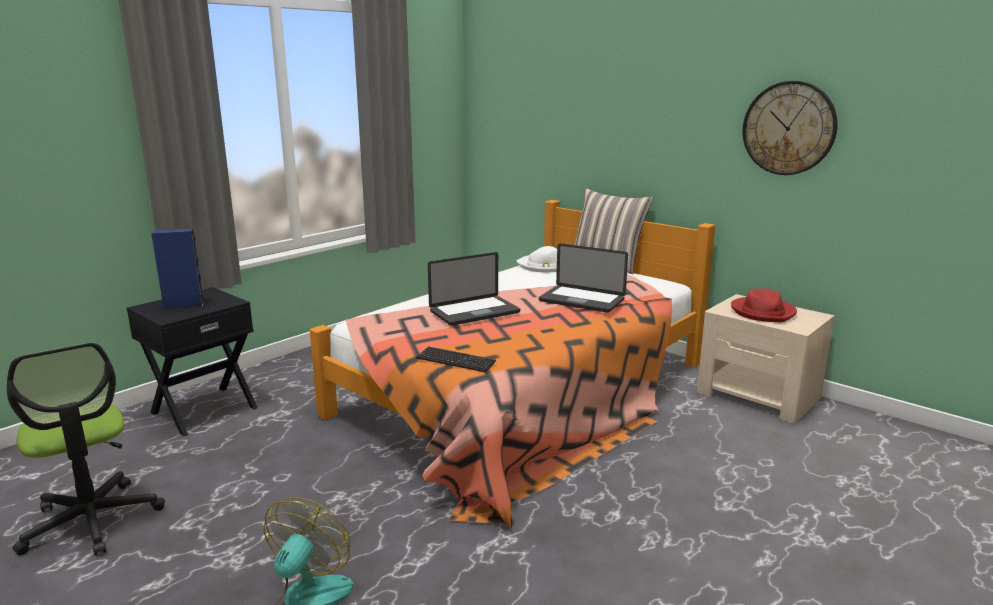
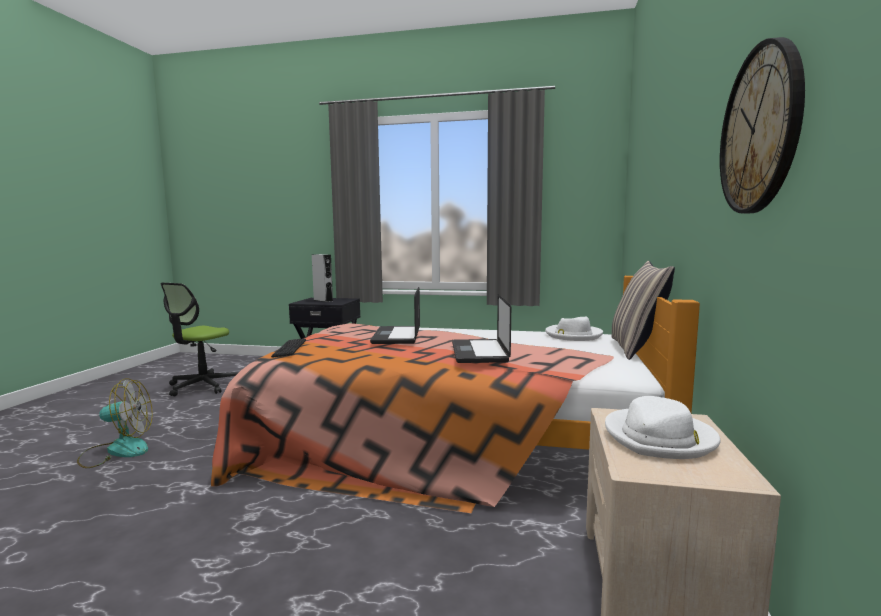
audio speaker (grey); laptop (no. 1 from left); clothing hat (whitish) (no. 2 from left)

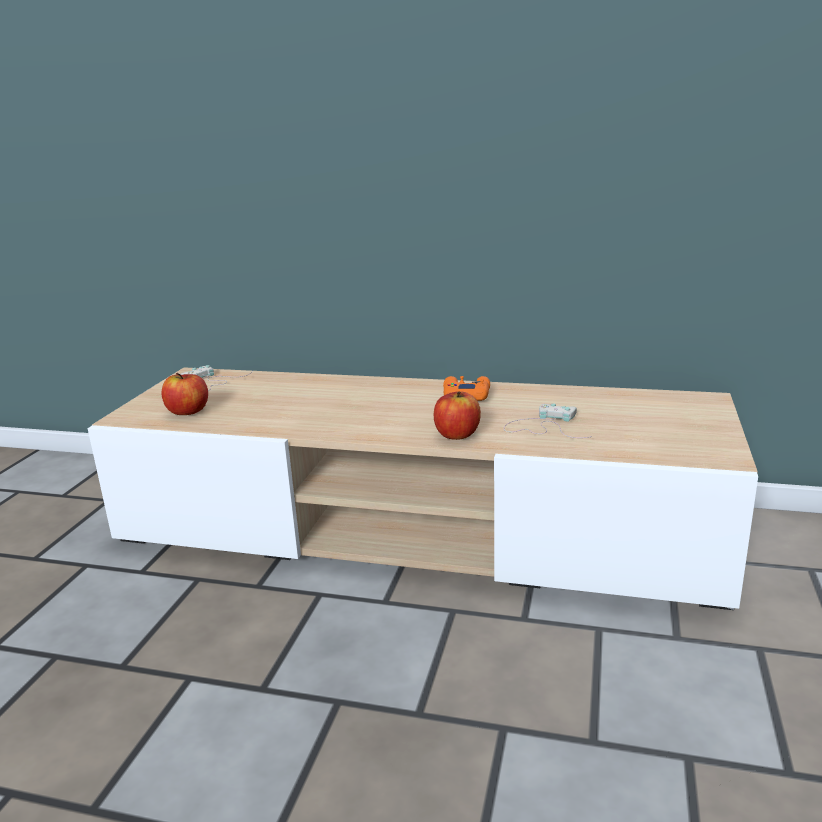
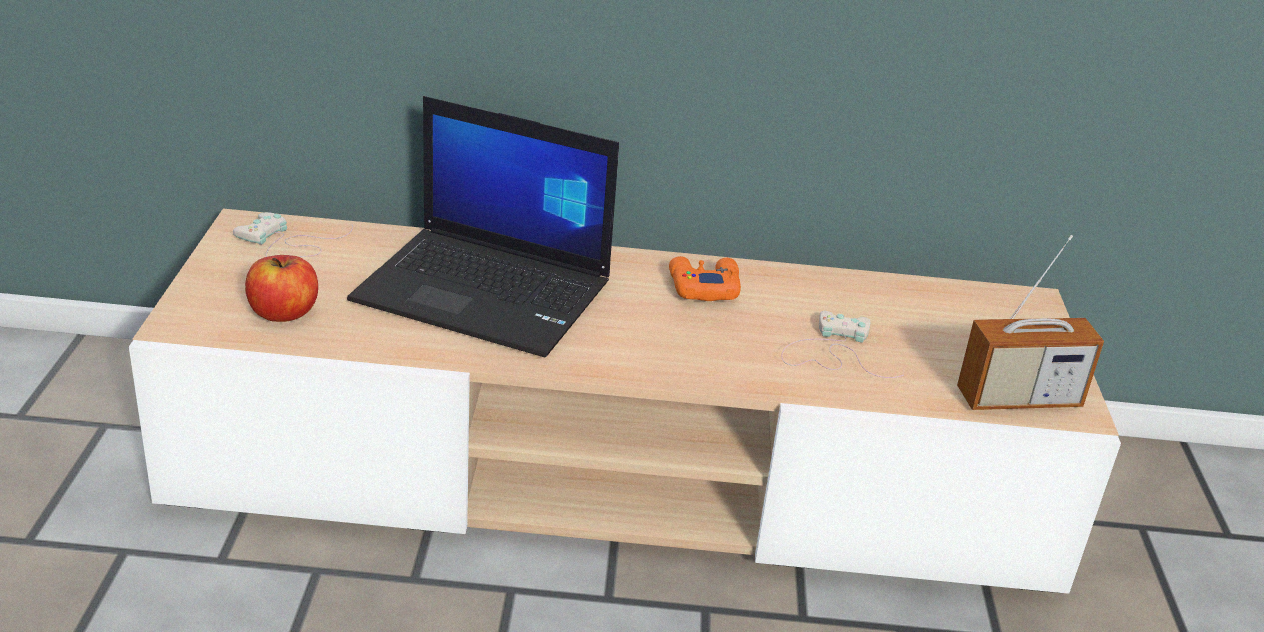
apple (no. 2 from left in the first image); laptop; radio receiver

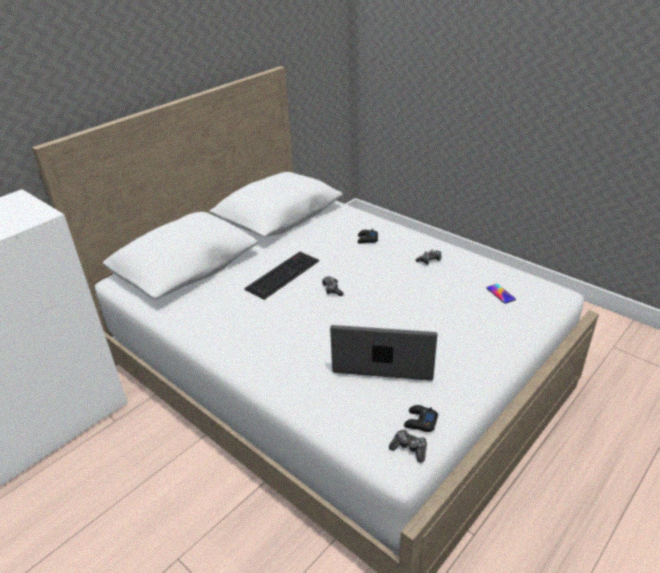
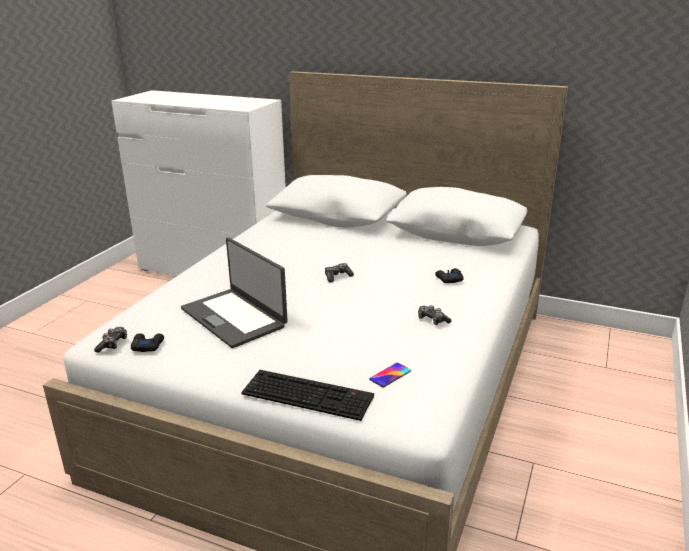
PC keyboard; laptop

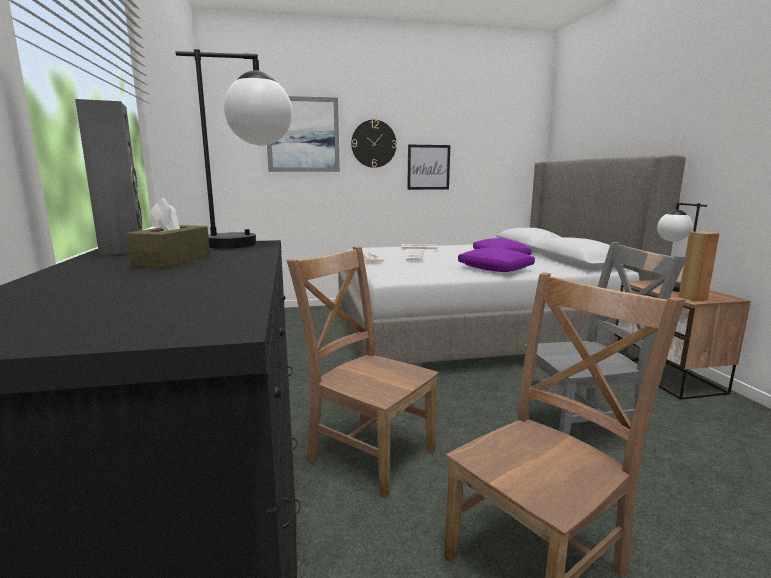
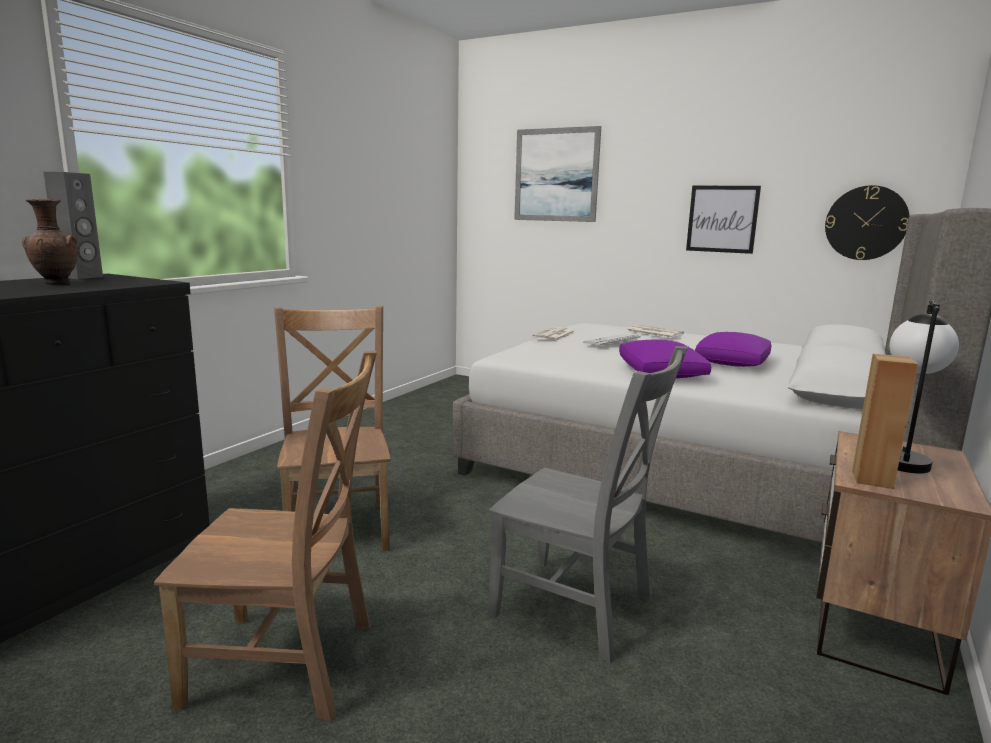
tabletop lamp (no. 1 from left in the first image); hanging clock; vase (brownish)

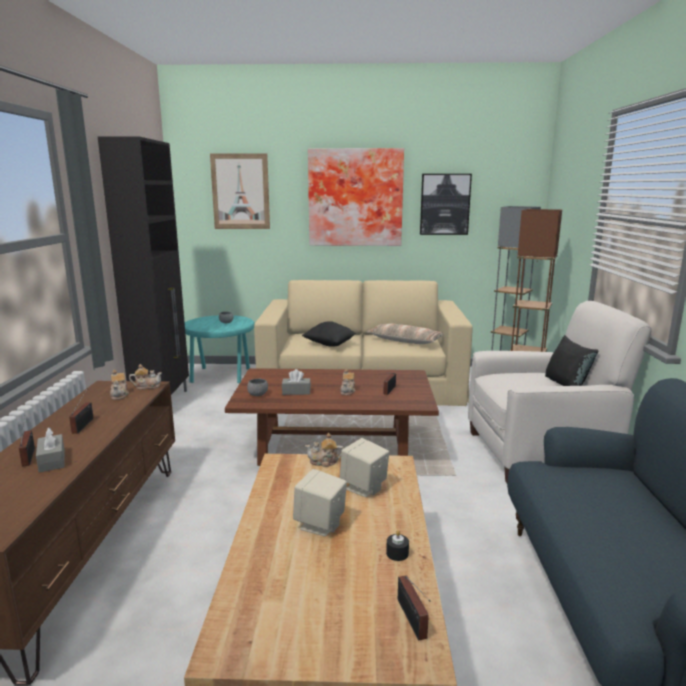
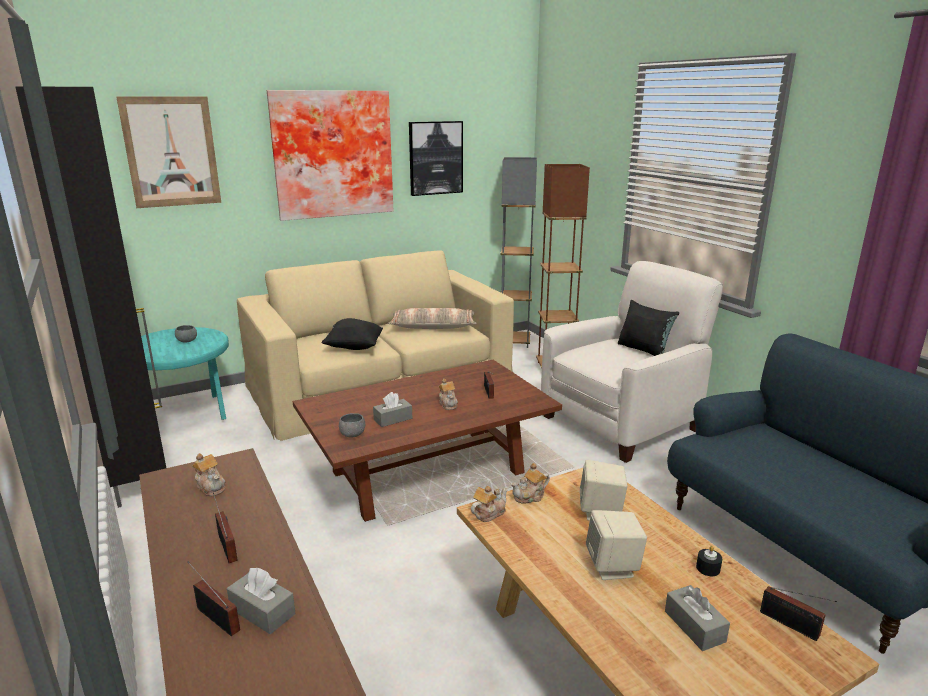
teapot (no. 3 from left); box of tissues (grey) (no. 3 from left)

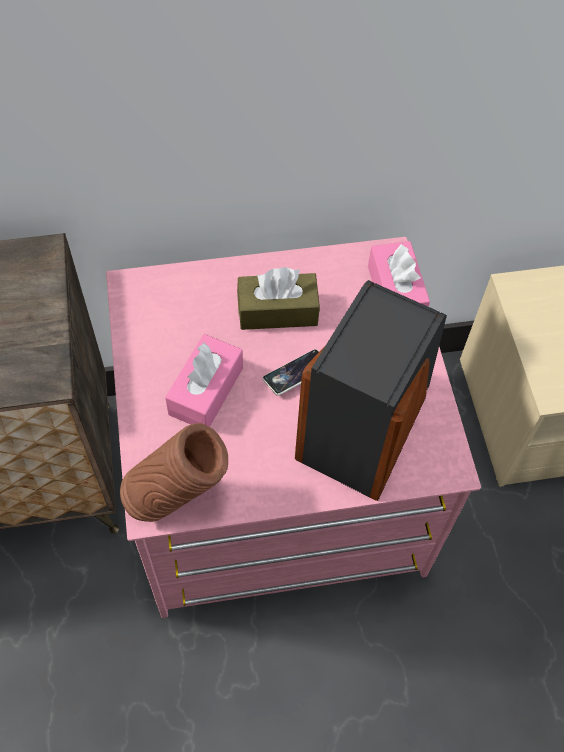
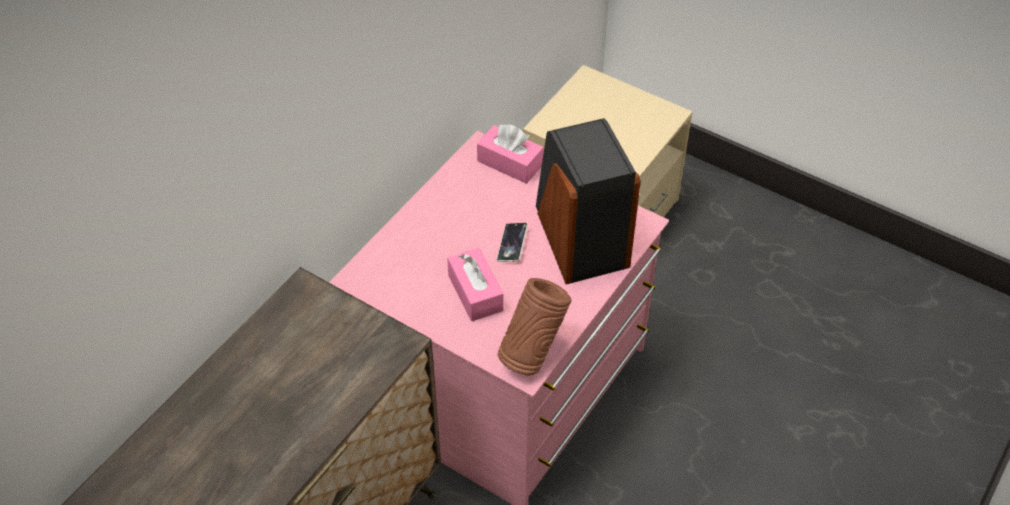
box of tissues (brownish)

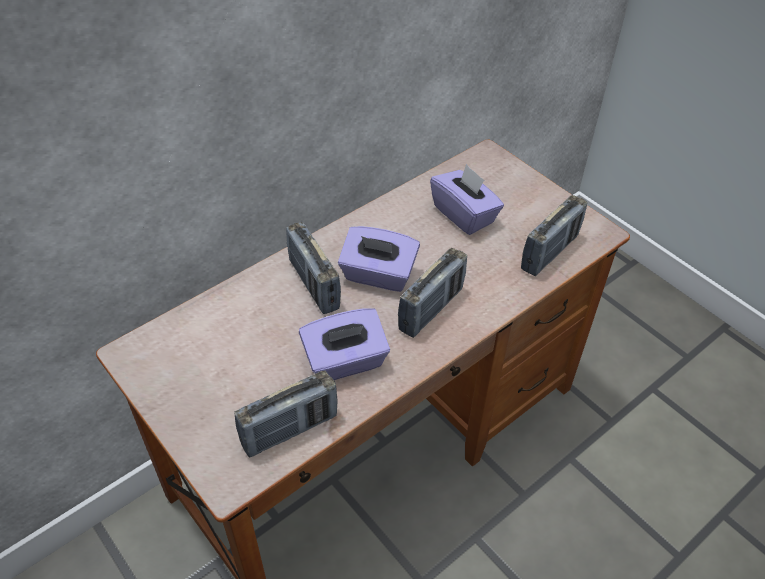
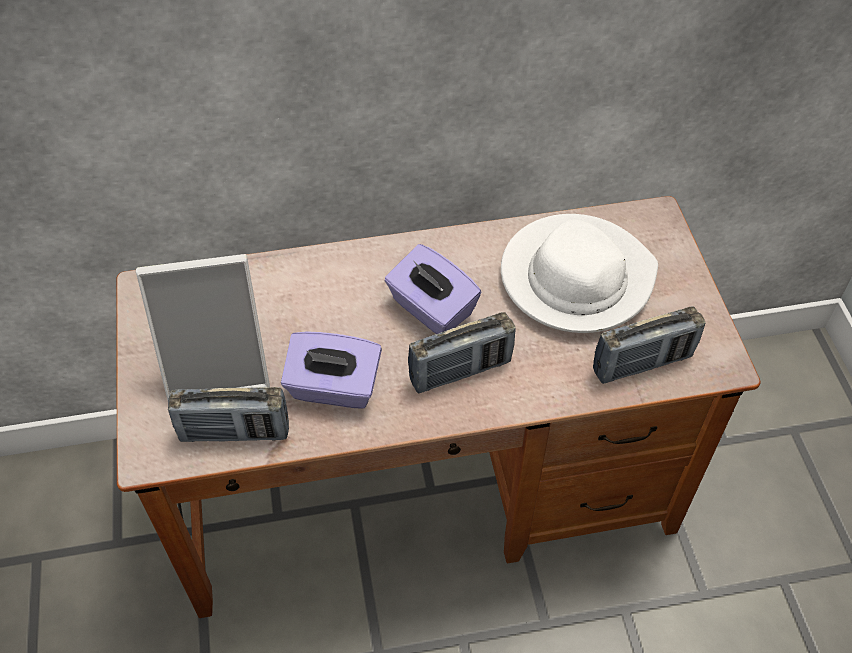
clothing hat (whitish); radio receiver (no. 2 from left in the first image); picture frame

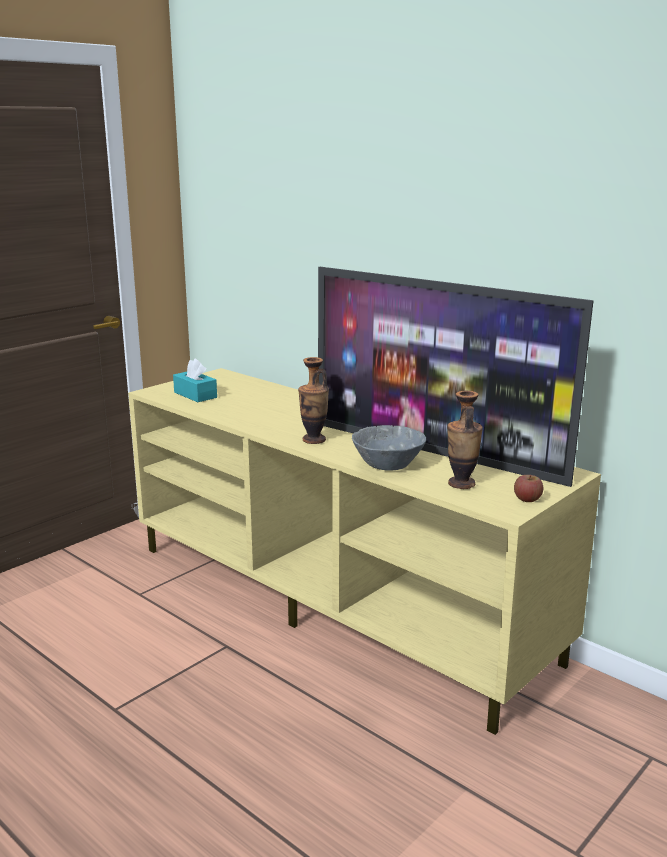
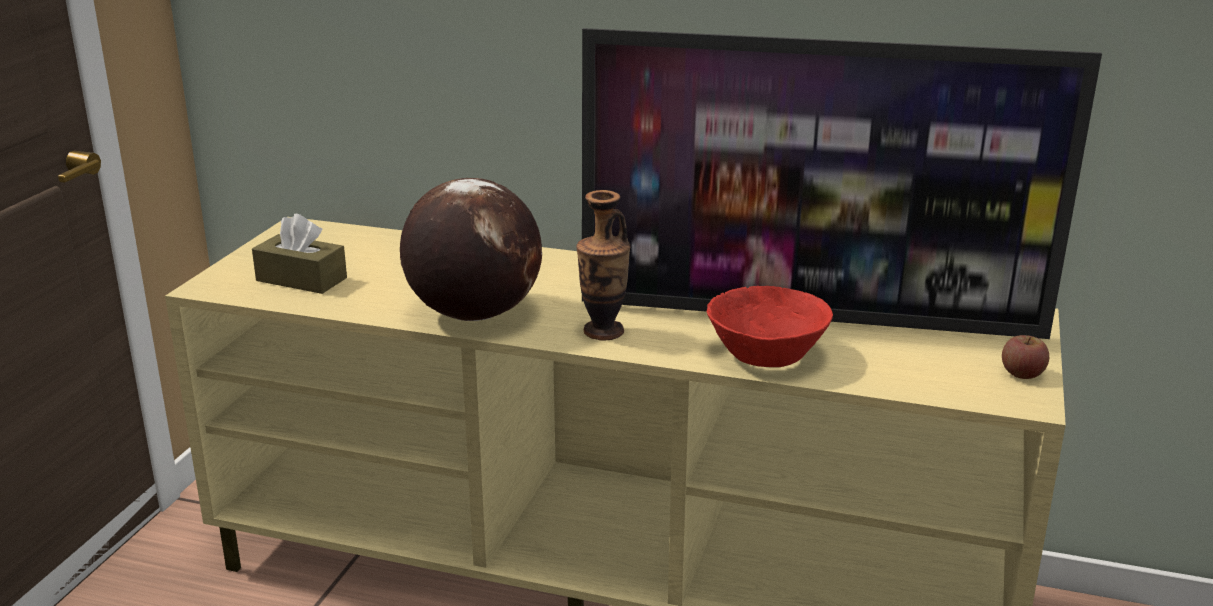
box of tissues (brownish); vase (no. 2 from left in the first image); deep dish (red); world globe

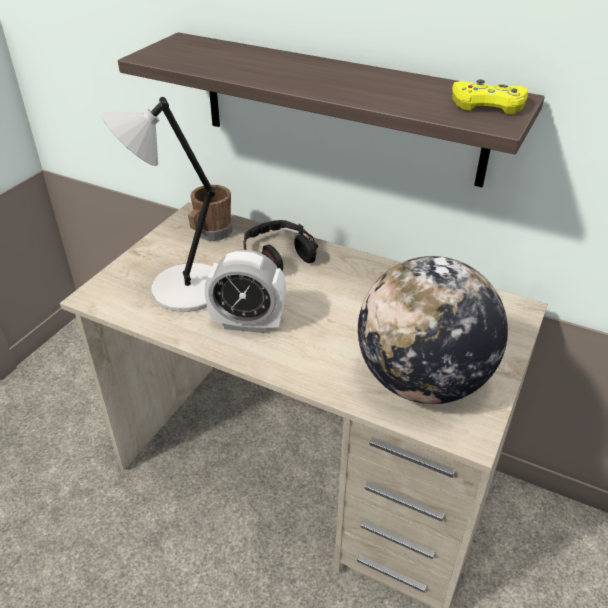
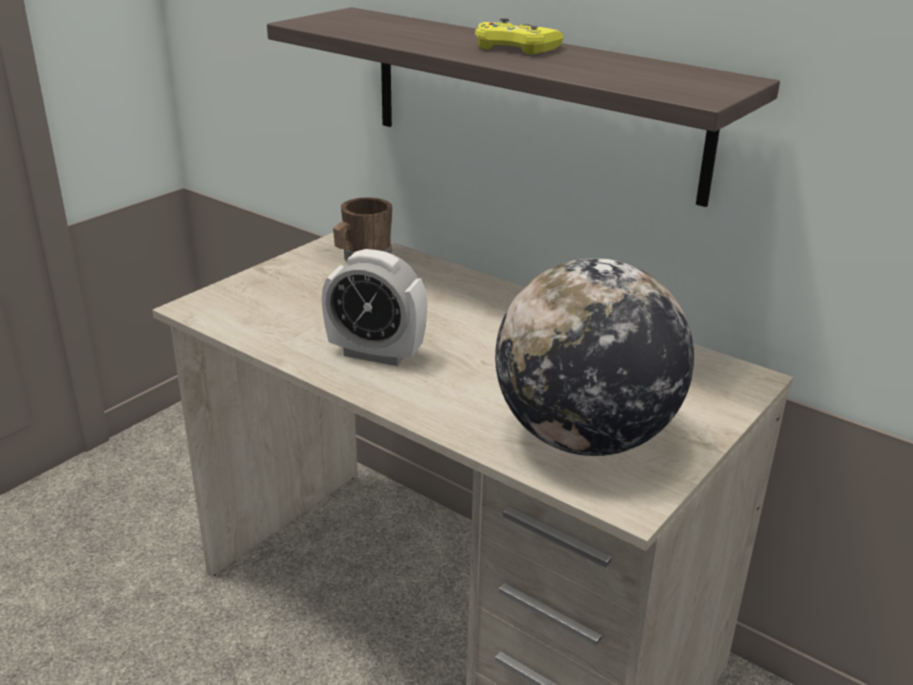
joypad (yellow); tabletop lamp (grey); pair of headphones

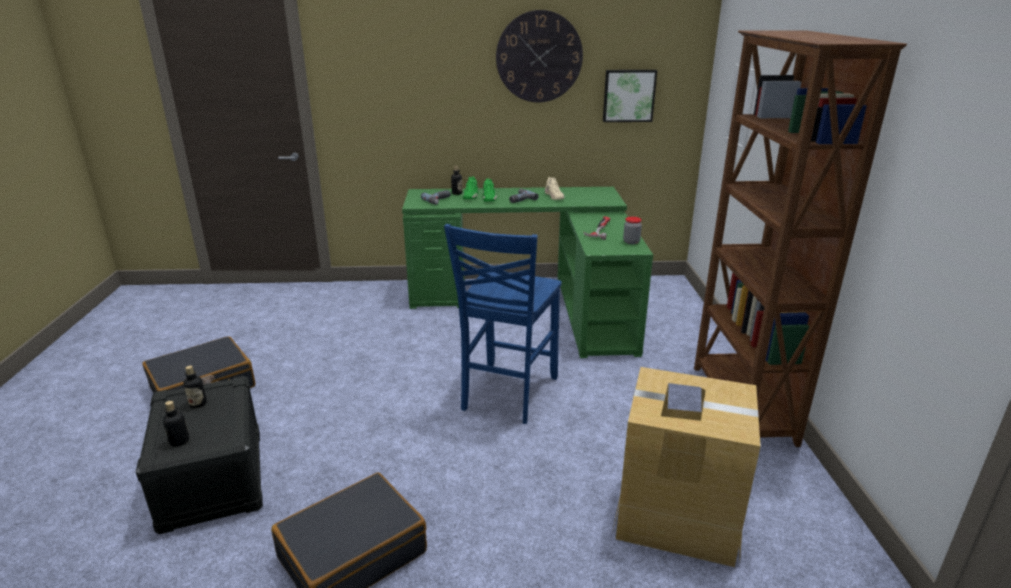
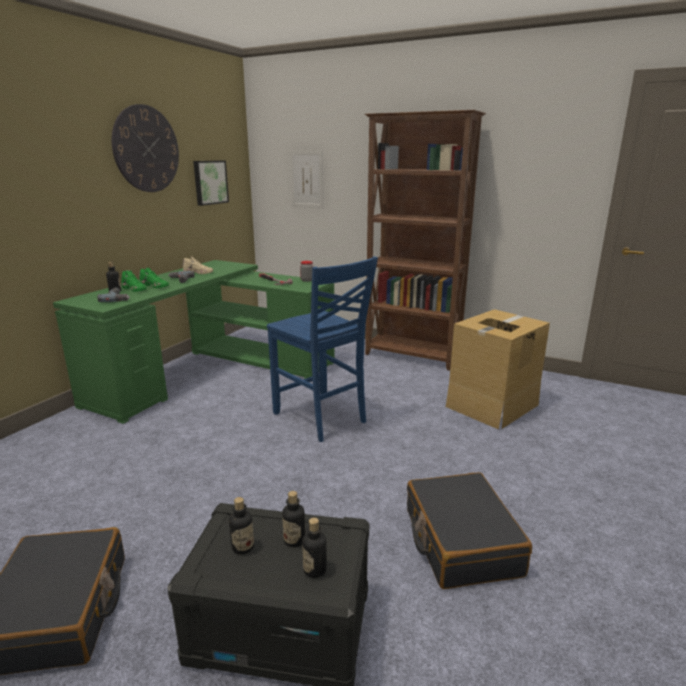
drink bottle (no. 3 from left)

